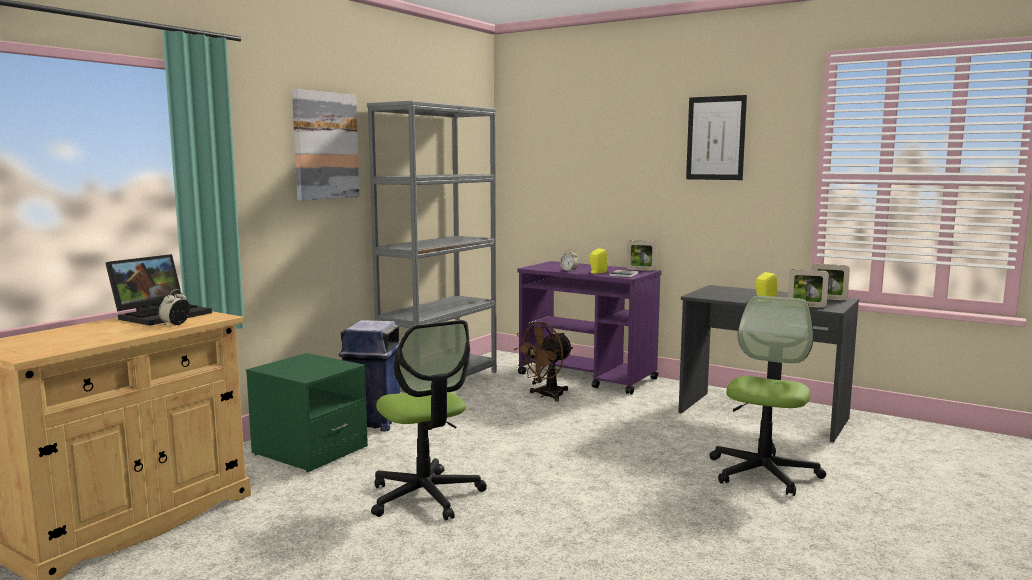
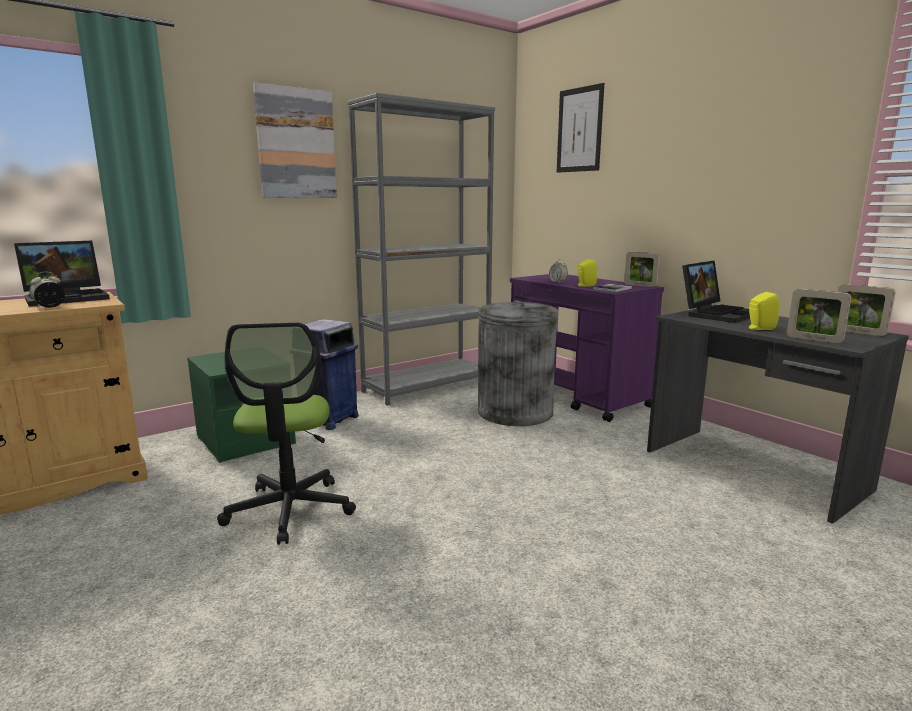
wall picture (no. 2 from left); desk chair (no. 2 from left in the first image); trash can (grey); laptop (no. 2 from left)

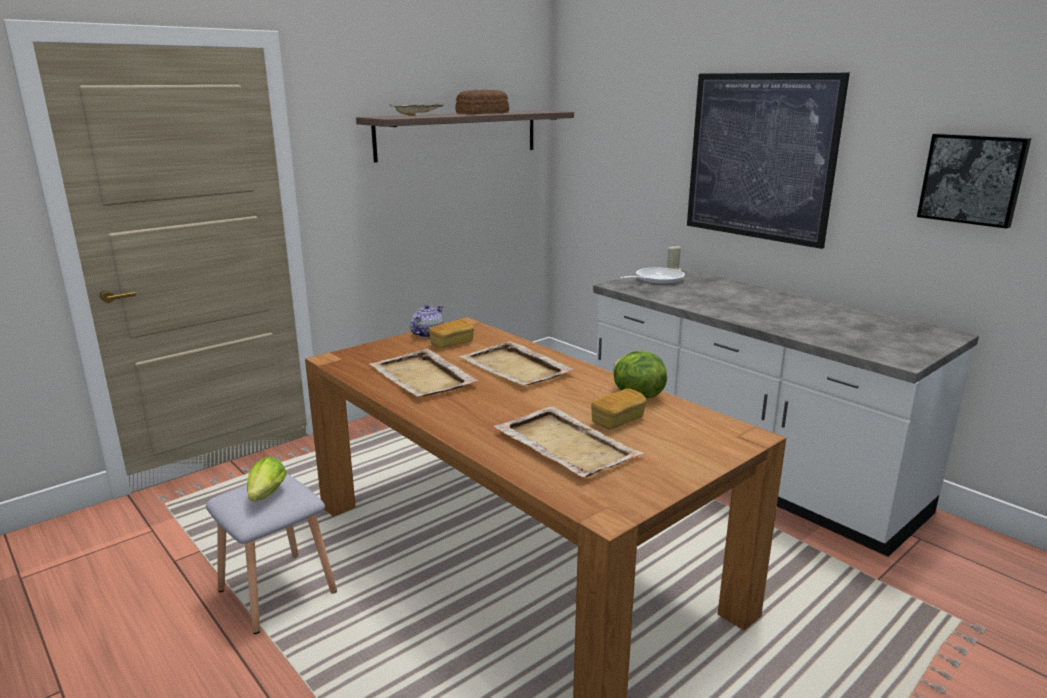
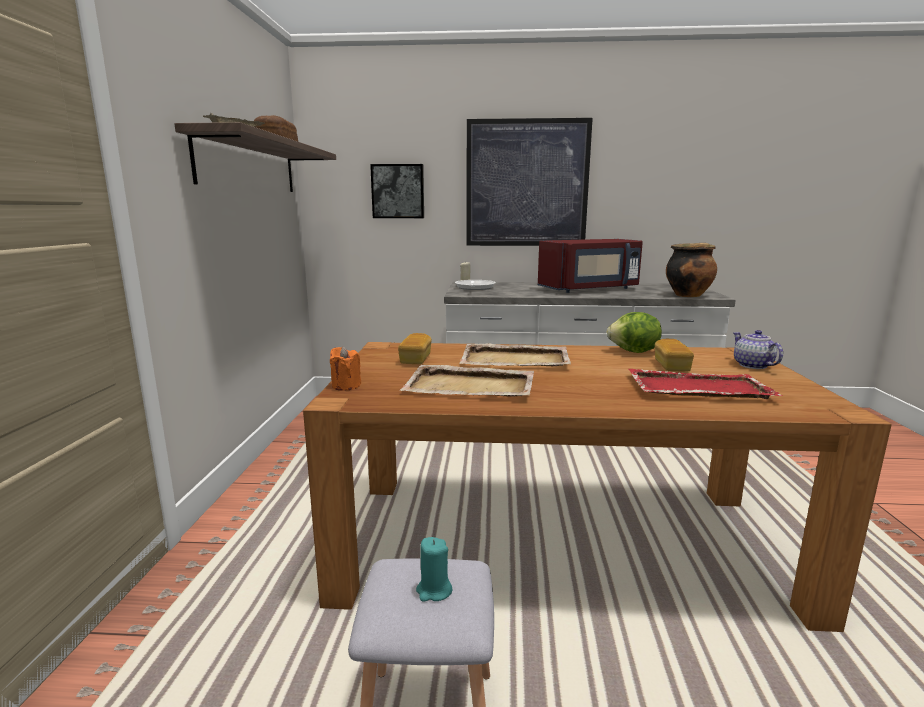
wall picture (no. 1 from left); teapot; serving tray (red); candle (turquoise); microwave (red); saucepot; candle (orangey)

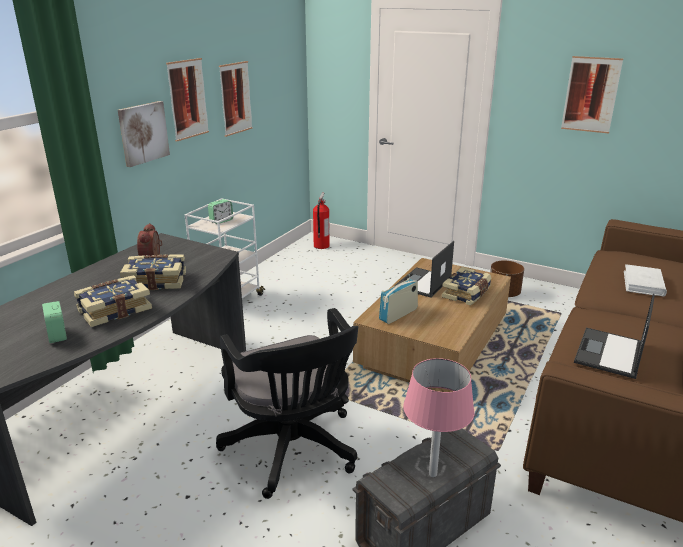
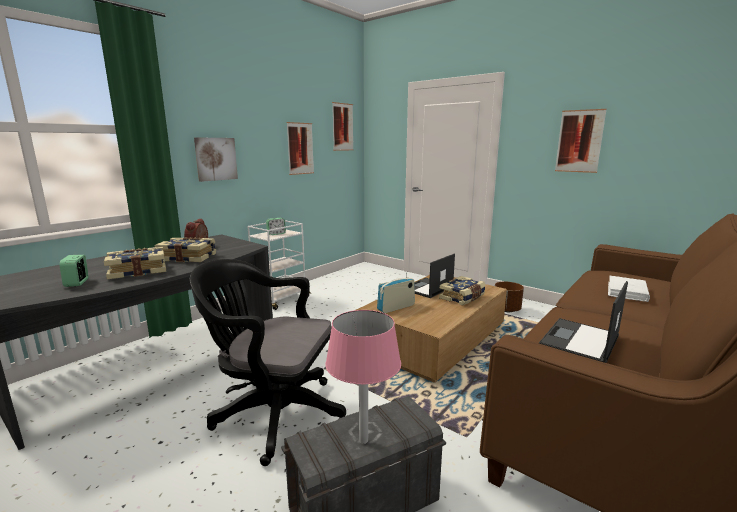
wall picture (no. 3 from left); fire-fighting cylinder; desk chair (black-coloured)

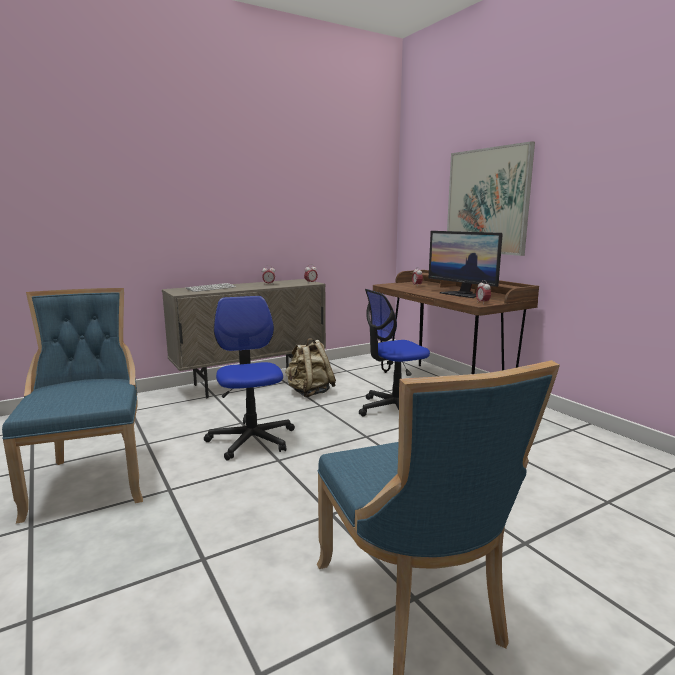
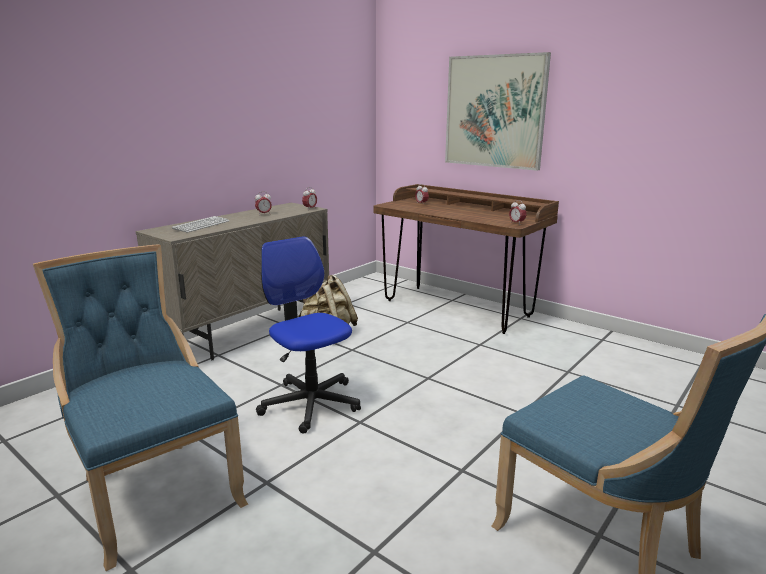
monitor; desk chair (no. 2 from left in the first image)

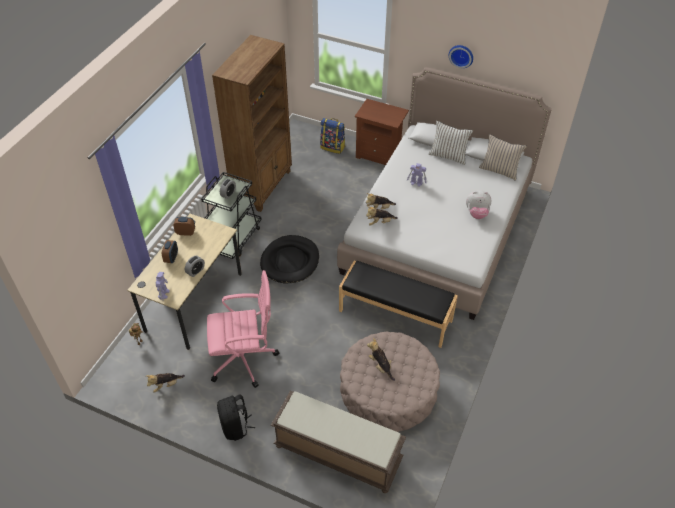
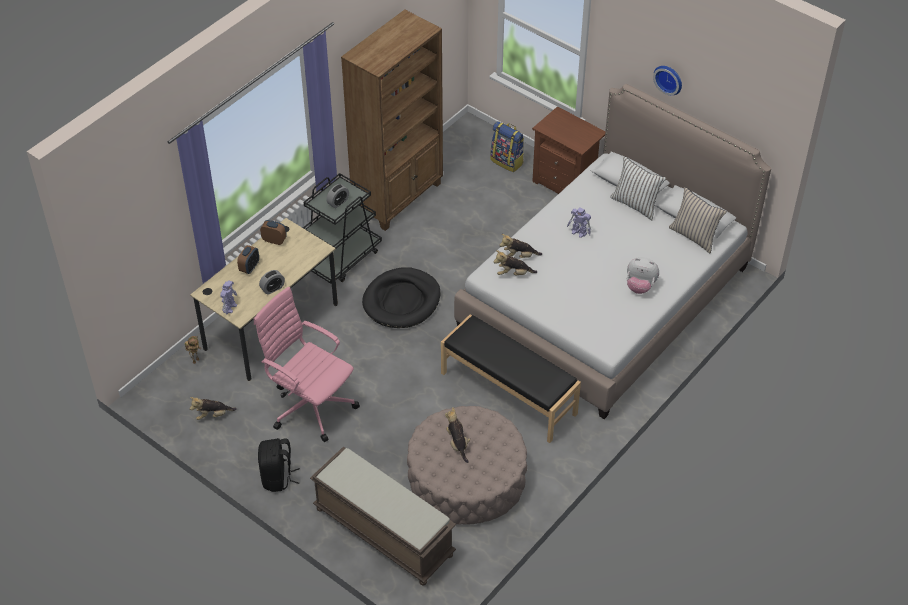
desk chair (pink)

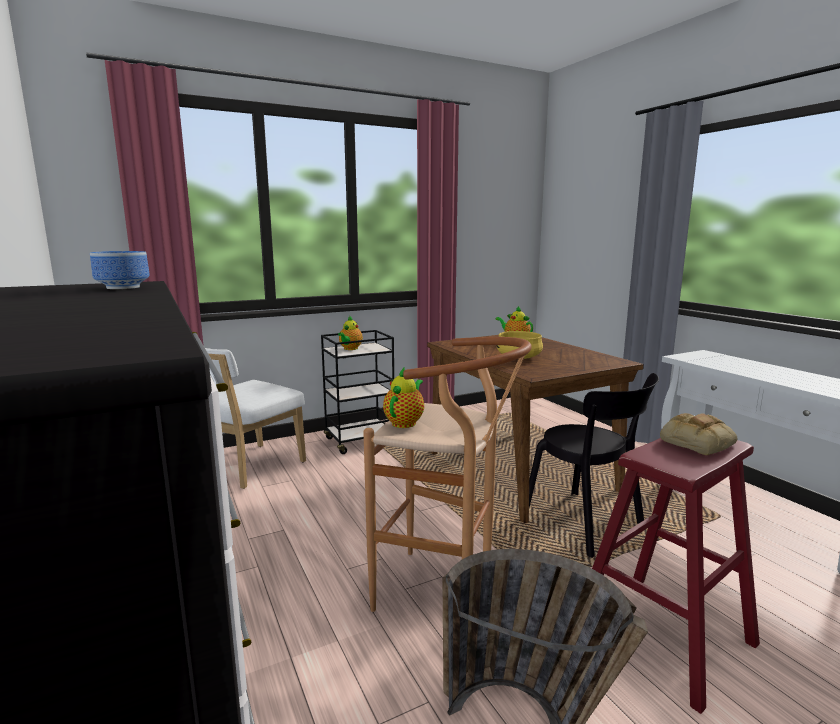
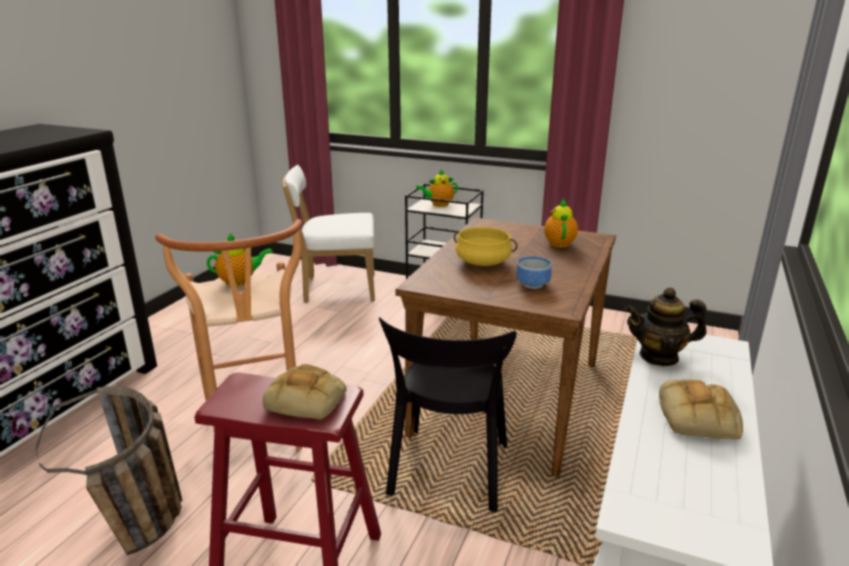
deep dish; teapot (no. 4 from left); bakery bread (no. 2 from left)

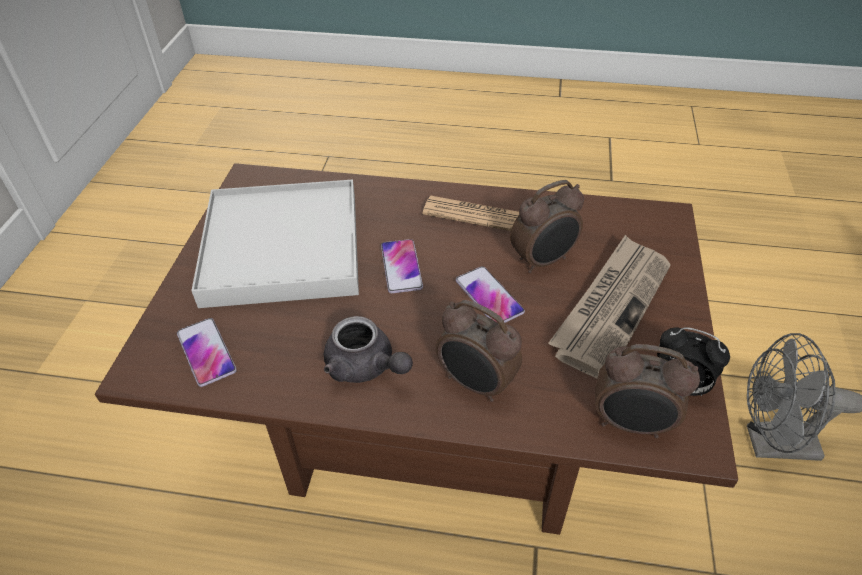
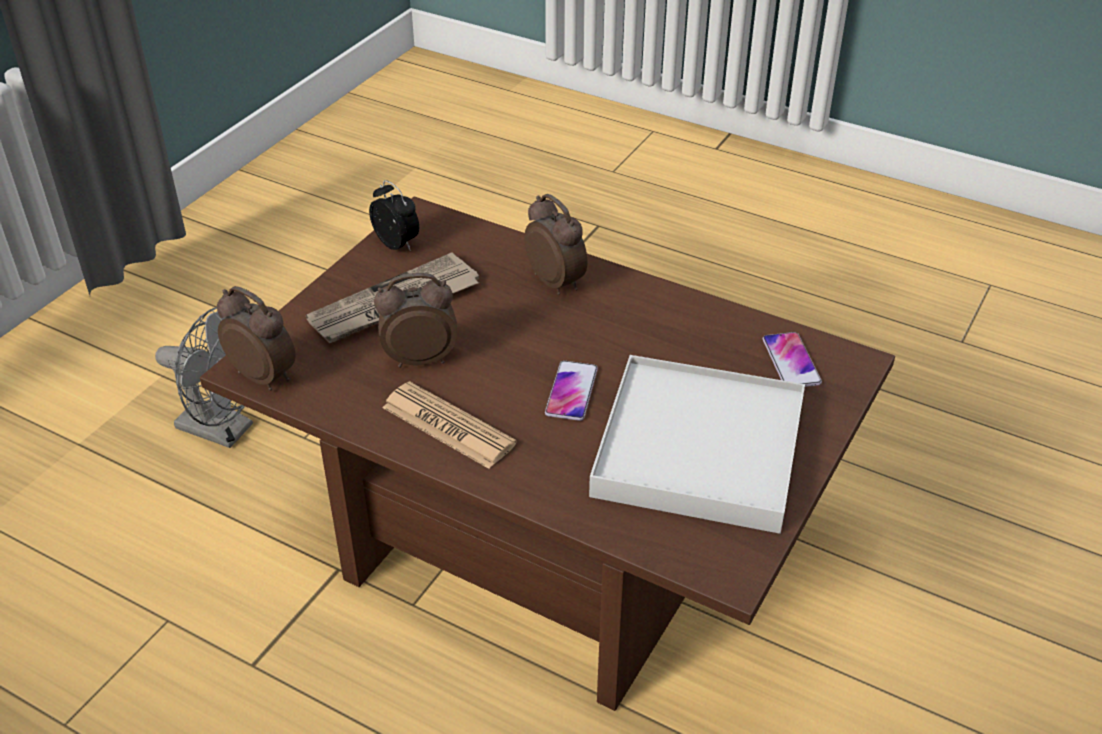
handset (no. 3 from left in the first image); teapot (grey); bedside clock (no. 1 from left)

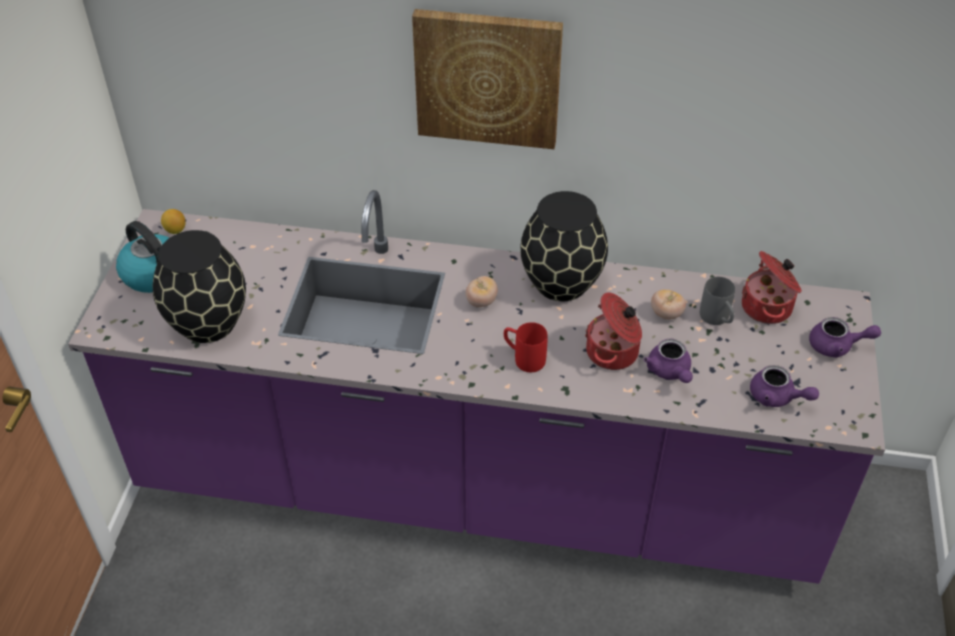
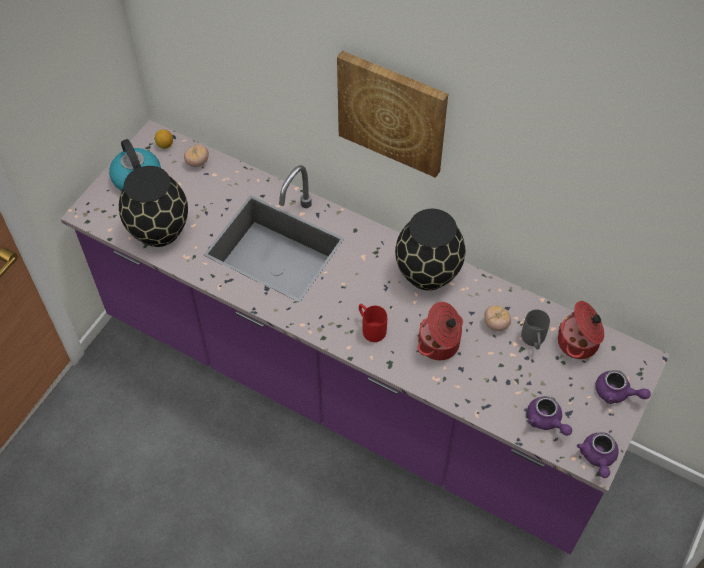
whole tomato (no. 1 from left); teapot (purplish) (no. 2 from left)

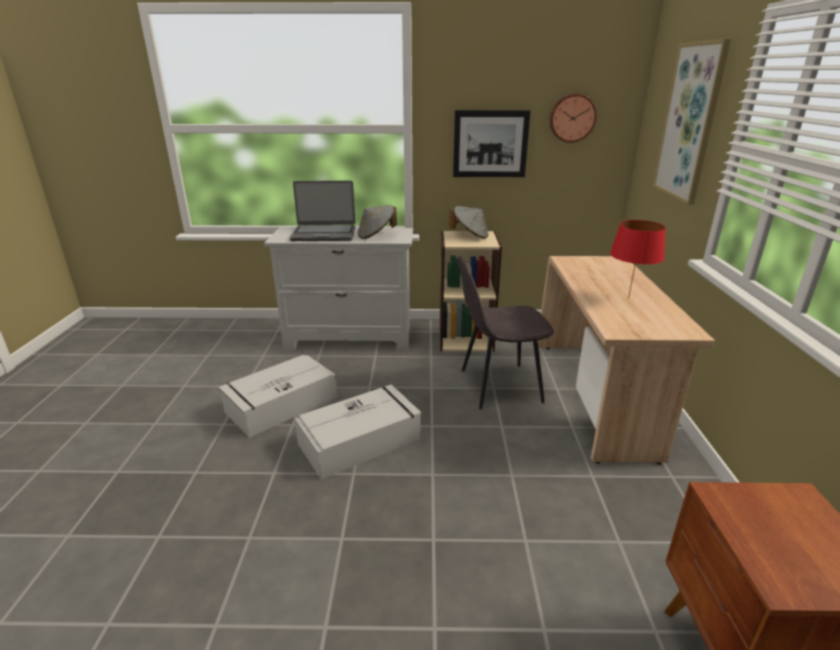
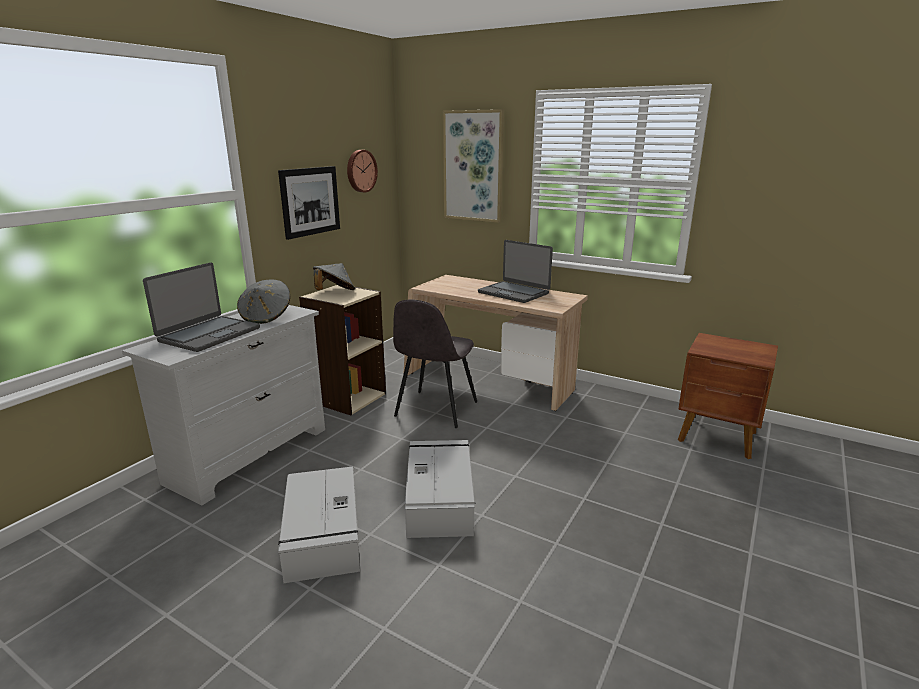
laptop (no. 2 from left)

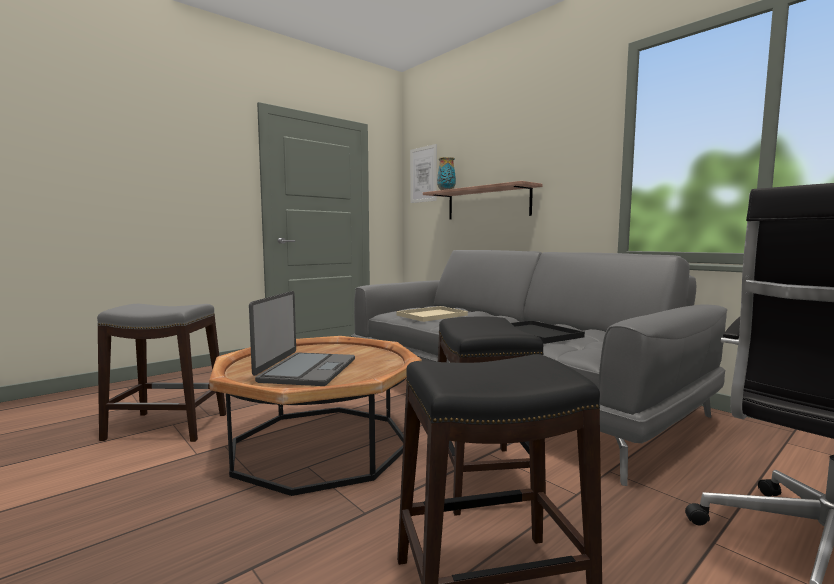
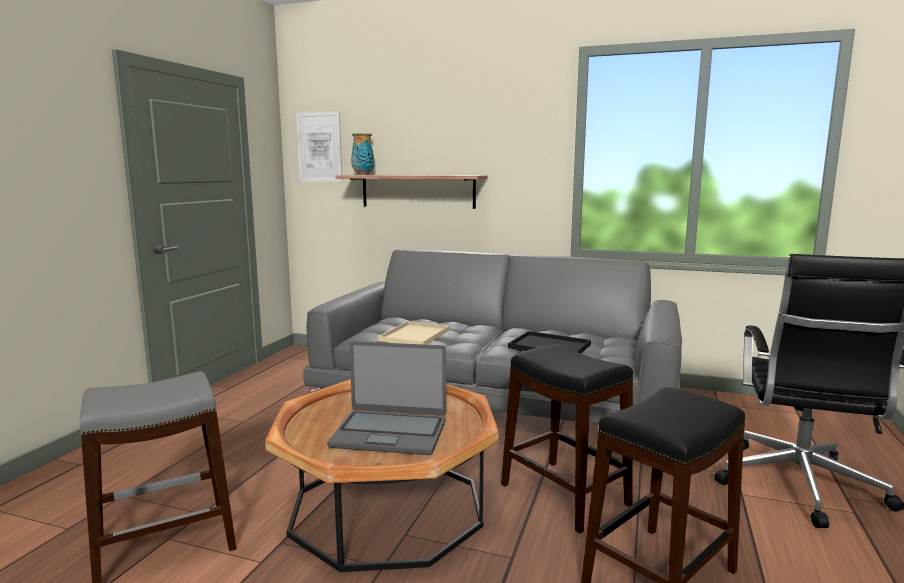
laptop

